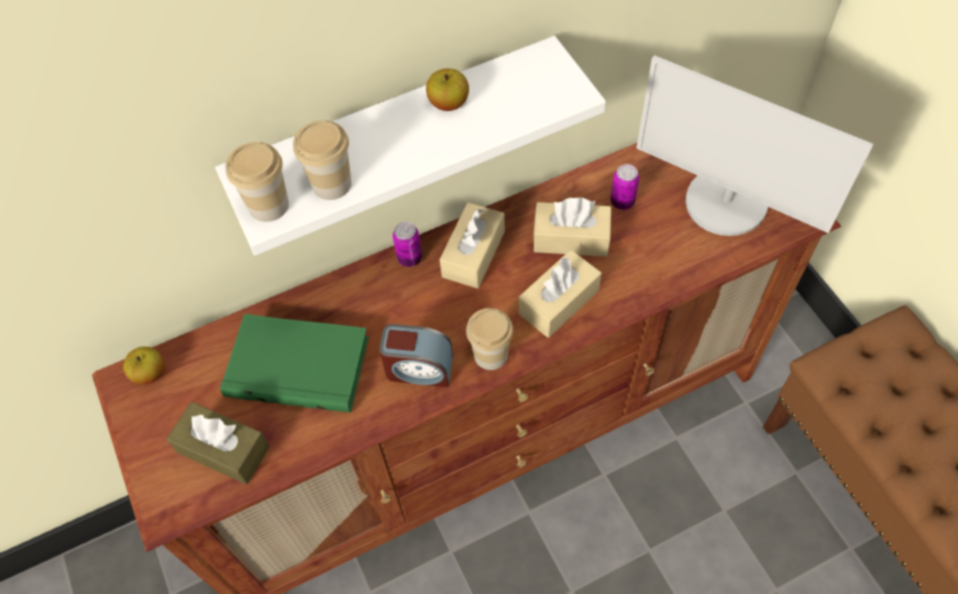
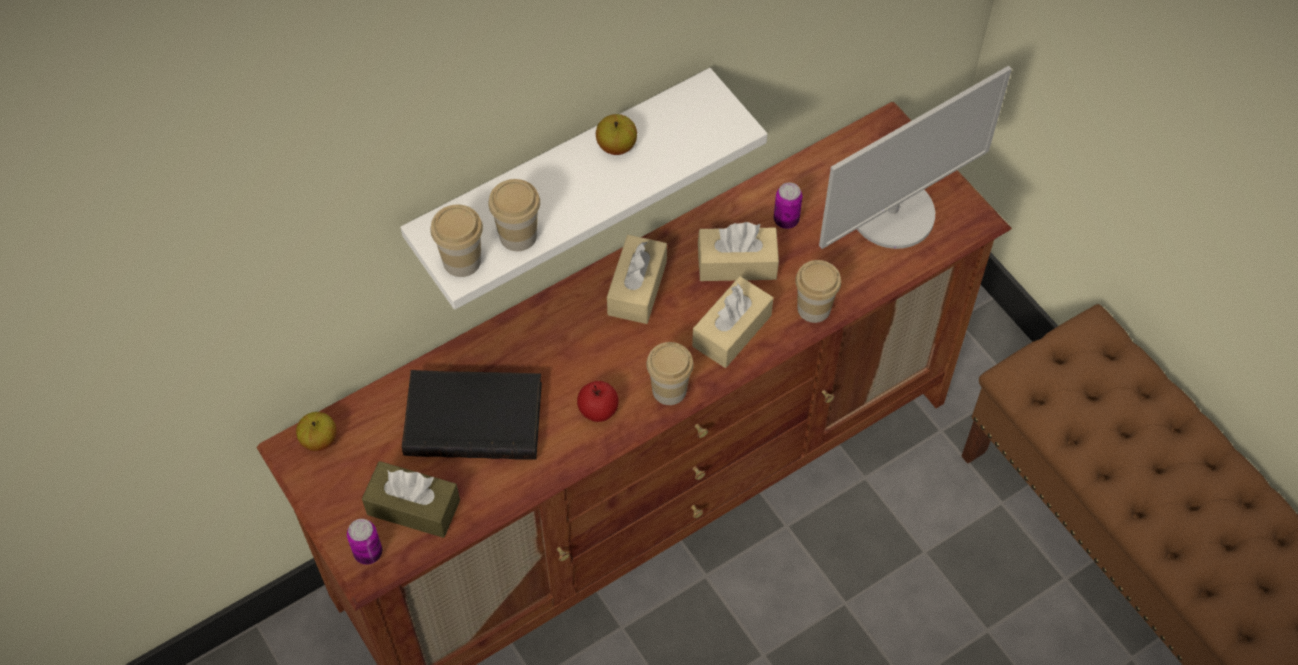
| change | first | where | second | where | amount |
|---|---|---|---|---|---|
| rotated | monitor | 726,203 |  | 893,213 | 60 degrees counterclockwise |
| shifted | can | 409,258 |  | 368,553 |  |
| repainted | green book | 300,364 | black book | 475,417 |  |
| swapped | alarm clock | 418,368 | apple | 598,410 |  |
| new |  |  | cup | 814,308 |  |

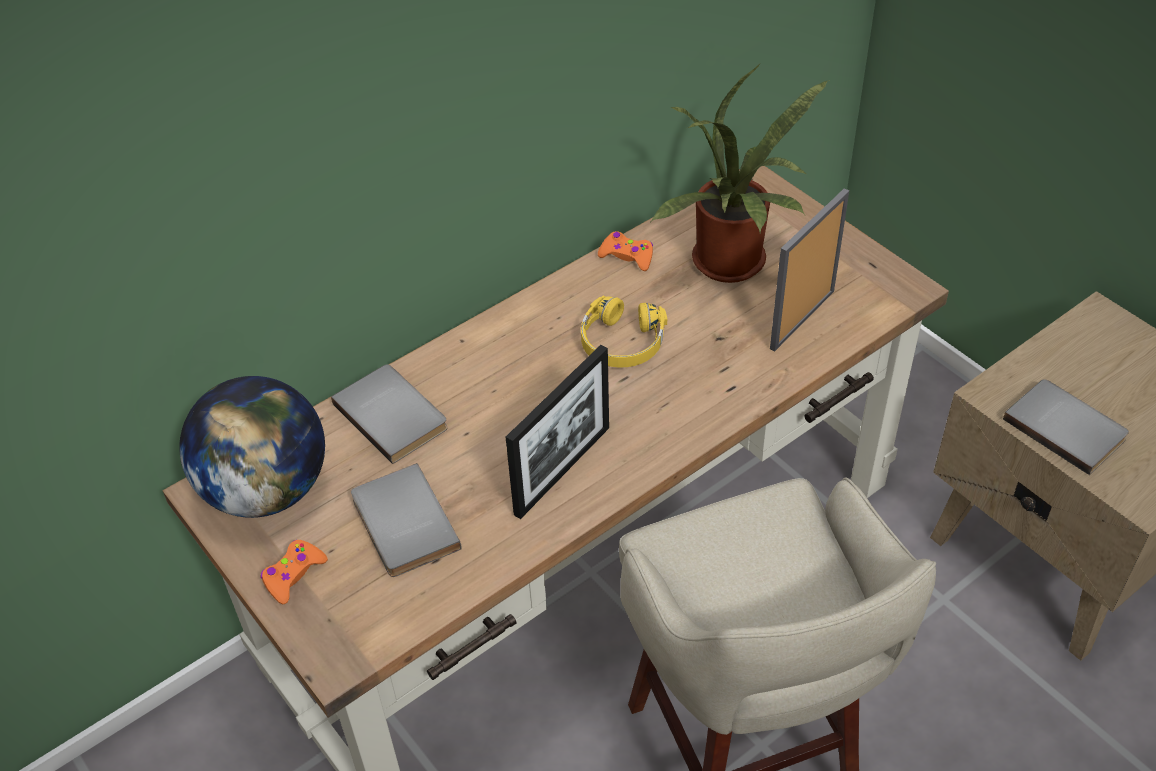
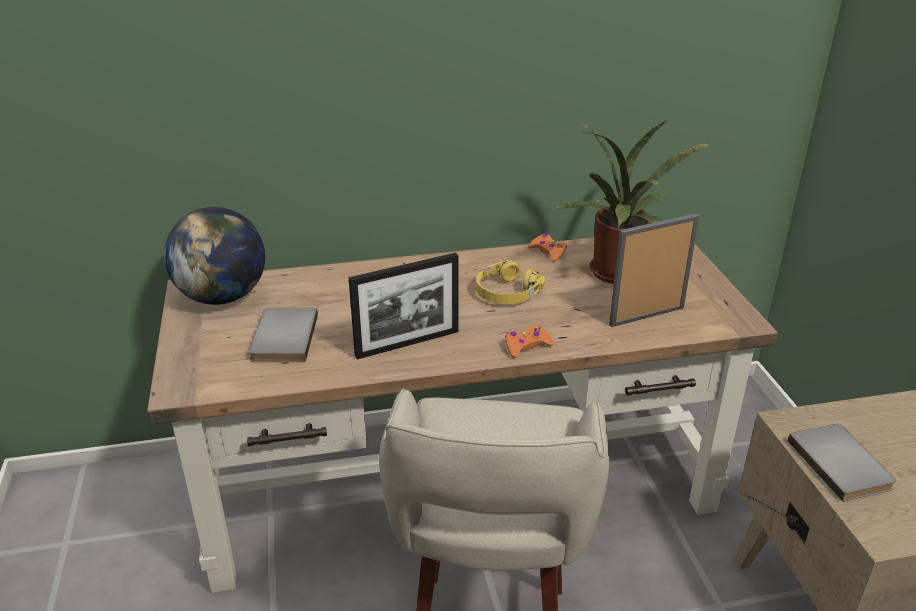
| change | first | where | second | where | amount |
|---|---|---|---|---|---|
| gone | grey book | 394,414 |  |  |  |
| shifted | orange game controller | 293,575 |  | 526,346 |  |

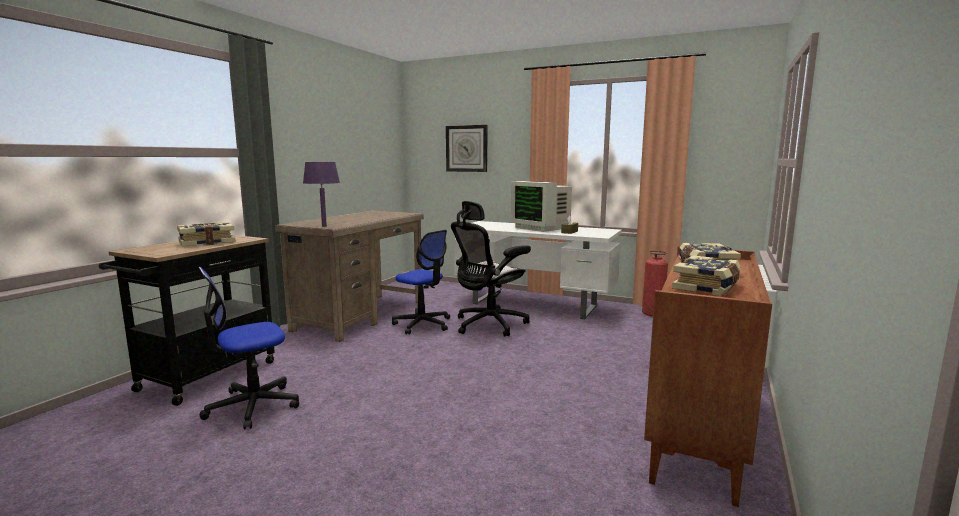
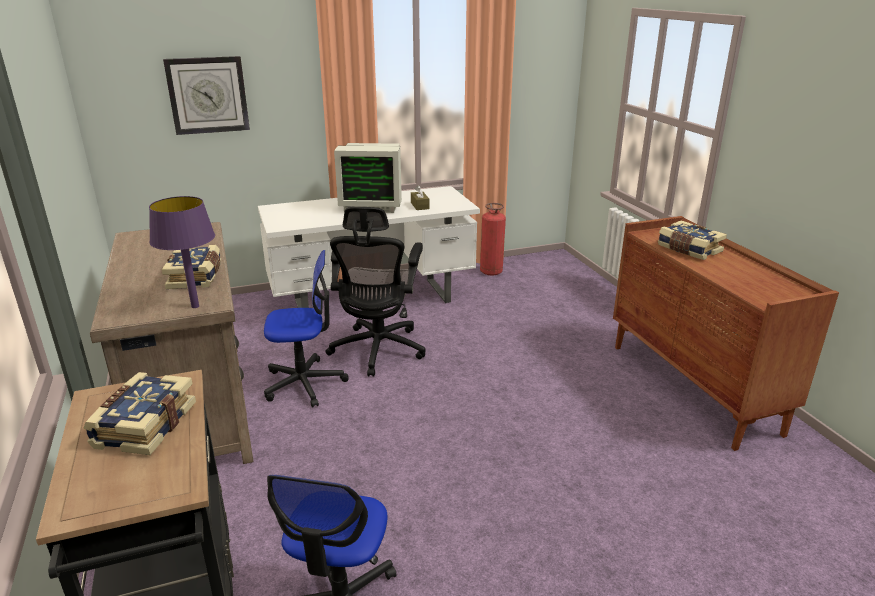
| change | first | where | second | where | amount |
|---|---|---|---|---|---|
| shifted | book | 707,287 |  | 196,277 |  |

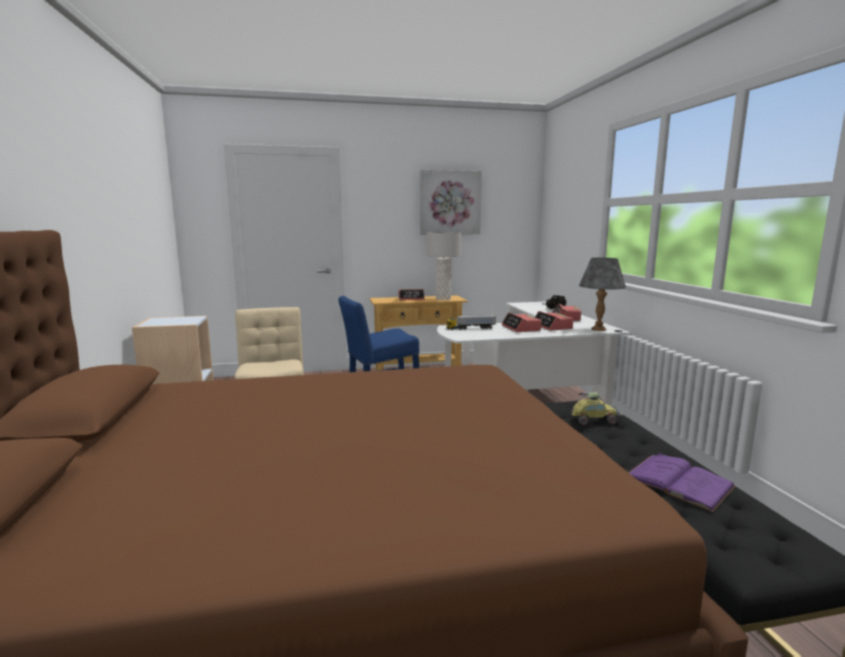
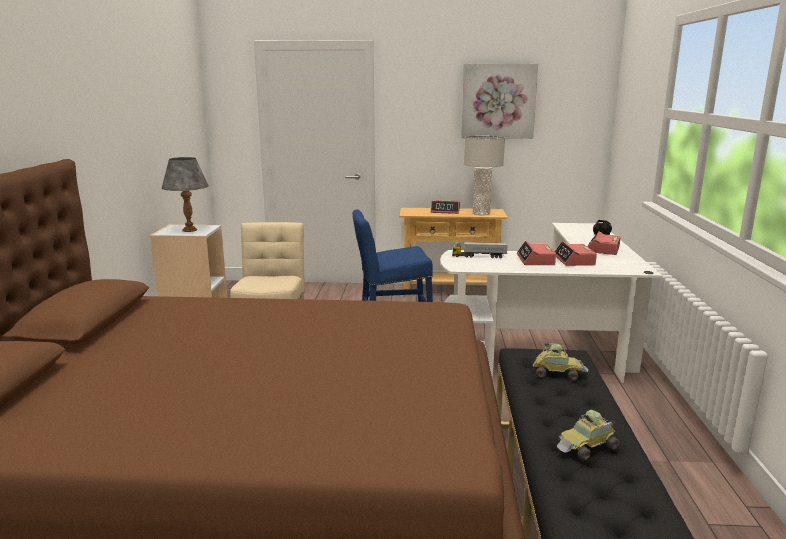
| change | first | where | second | where | amount |
|---|---|---|---|---|---|
| shifted | grey table lamp | 598,329 |  | 189,230 |  |
| swapped | purple book | 678,481 | toy car | 587,447 |  |

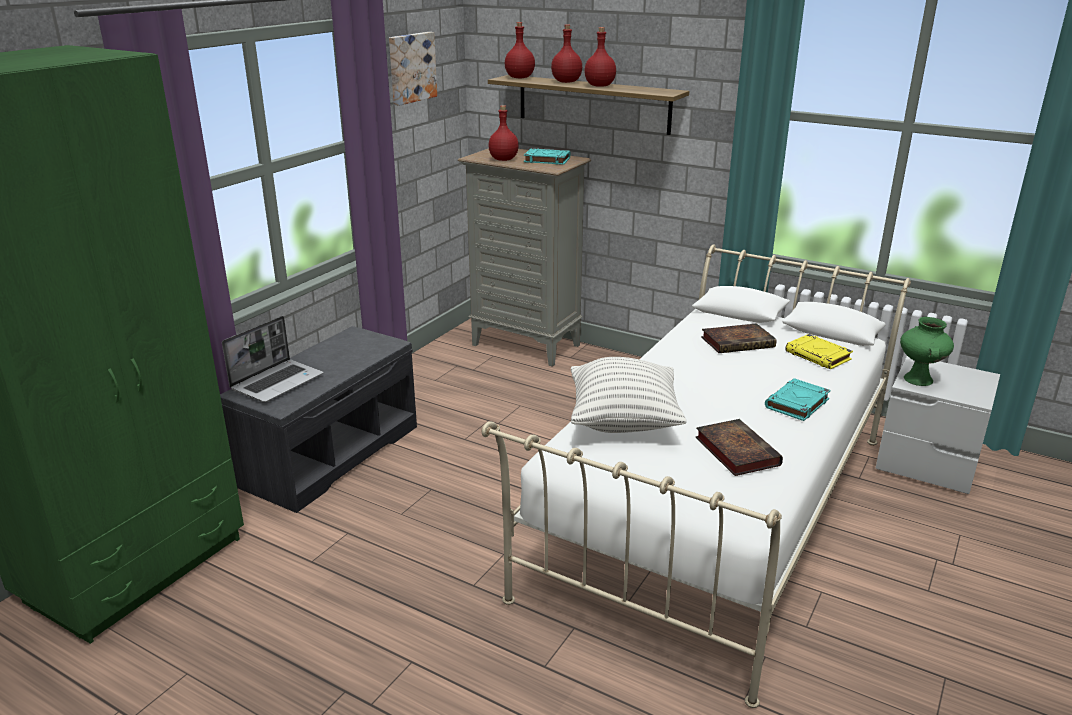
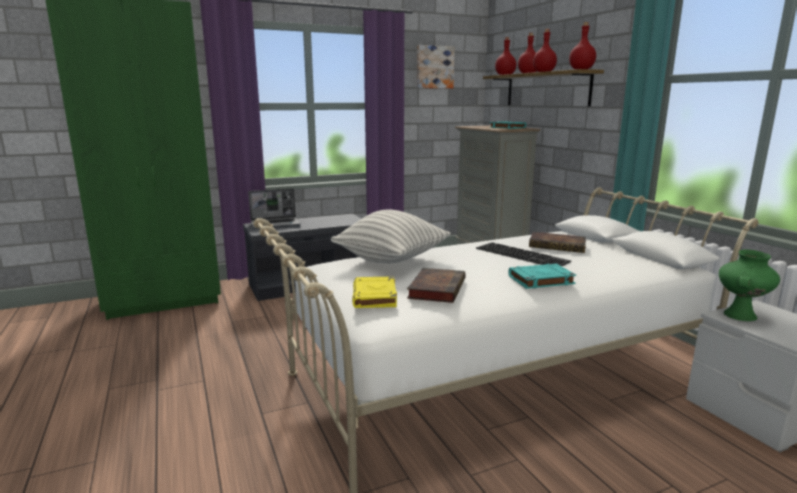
| change | first | where | second | where | amount |
|---|---|---|---|---|---|
| shifted | red bottle | 504,159 |  | 581,69 |  |
| shifted | yellow book | 818,356 |  | 375,297 |  |
| new |  |  | keyboard | 523,254 |  |

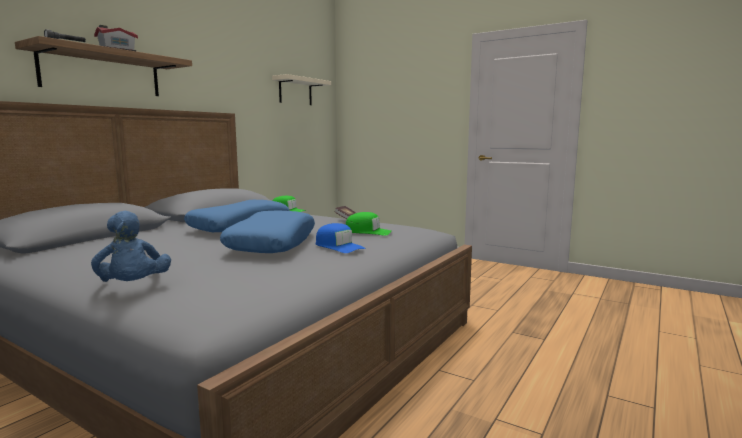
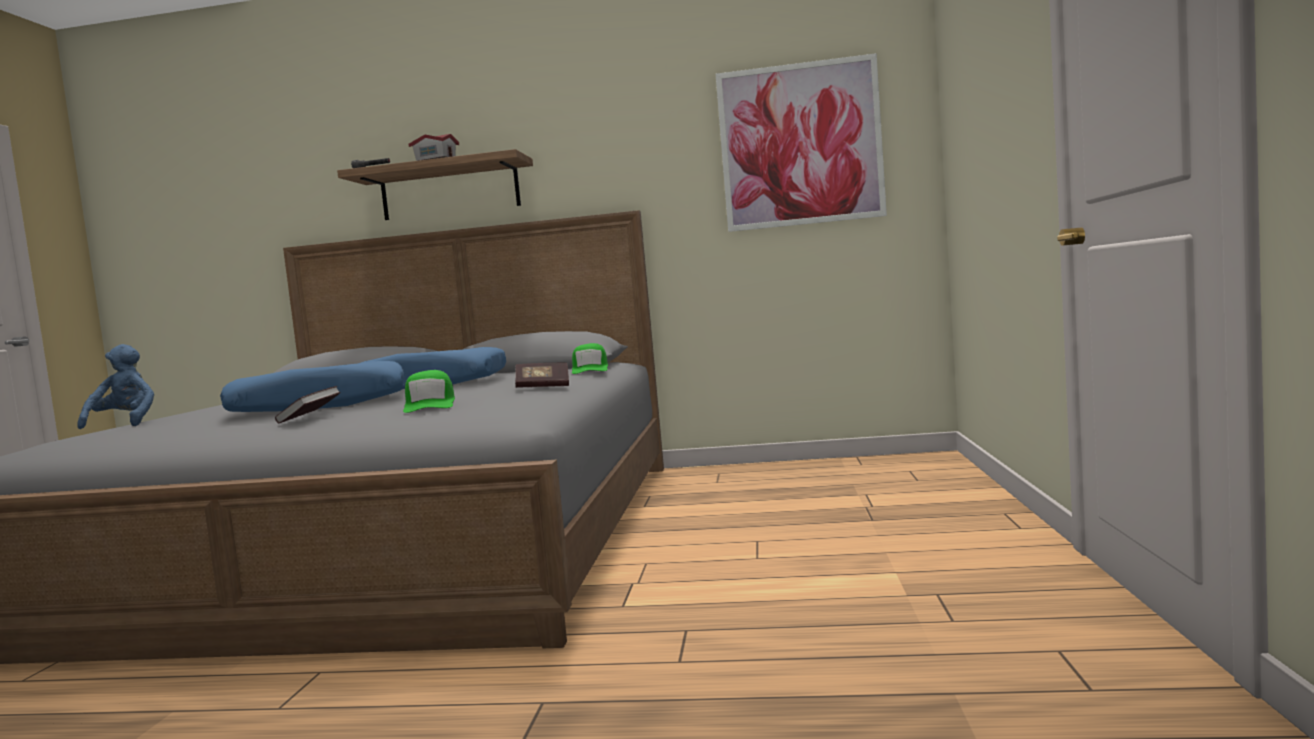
| change | first | where | second | where | amount |
|---|---|---|---|---|---|
| swapped | beige shelf | 295,91 | picture | 800,145 |  |
| rotated | blue plush toy | 133,287 |  | 125,424 | 135 degrees clockwise |
| swapped | blue cap | 338,247 | book | 310,418 |  |

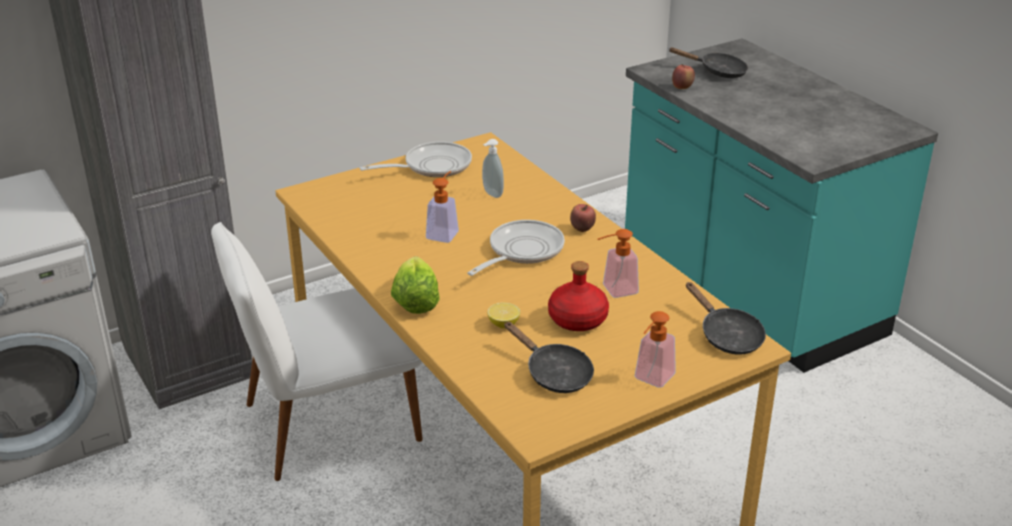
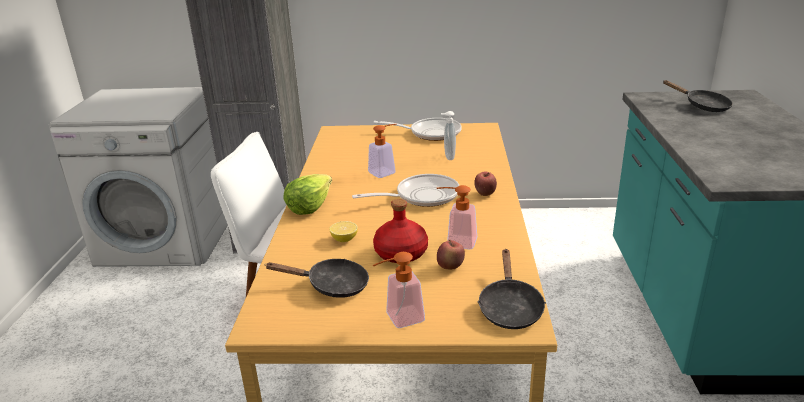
| change | first | where | second | where | amount |
|---|---|---|---|---|---|
| shifted | apple | 682,88 |  | 450,267 |  |
| rotated | black frying pan | 554,373 |  | 332,286 | 75 degrees counterclockwise |

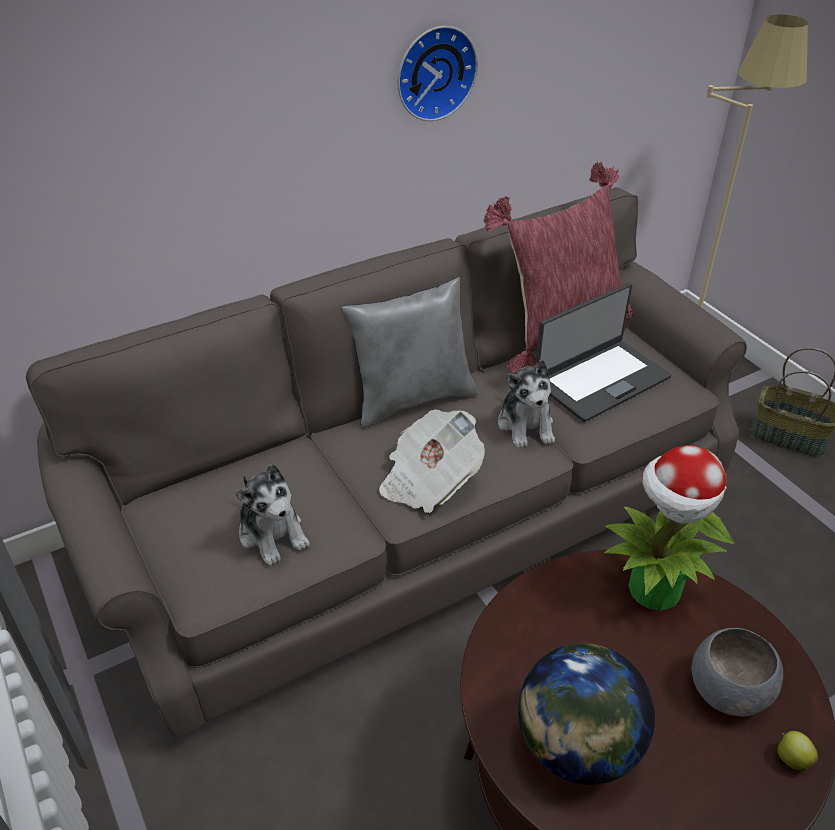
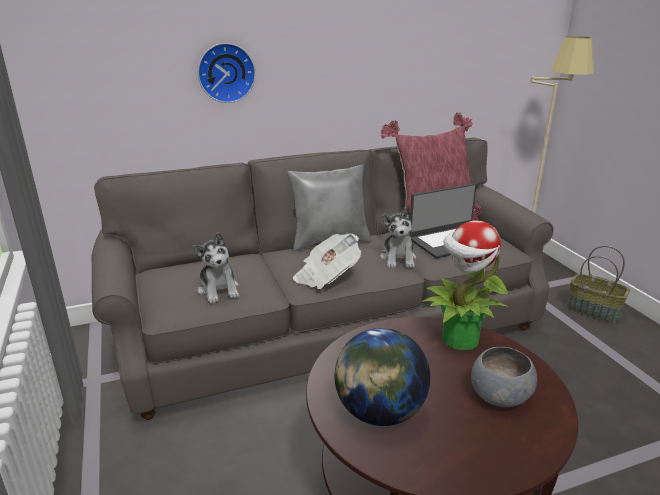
| change | first | where | second | where | amount |
|---|---|---|---|---|---|
| shifted | wall clock | 434,72 |  | 226,72 |  |
| gone | apple | 791,758 |  |  |  |

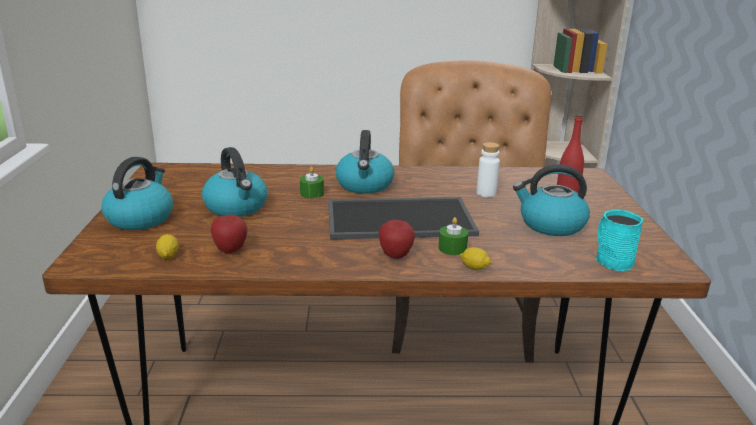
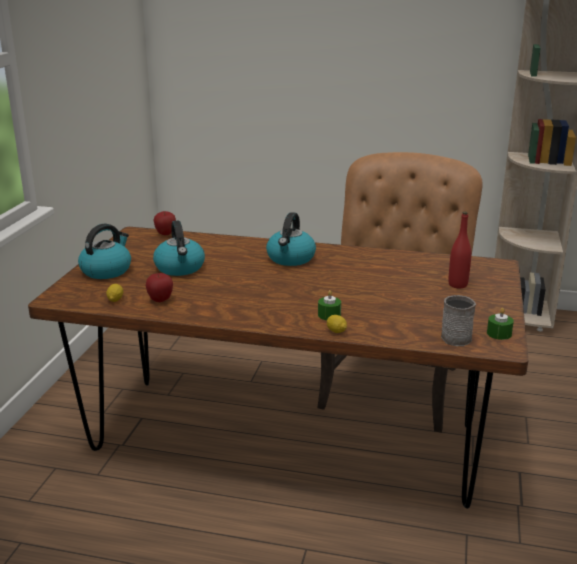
| change | first | where | second | where | amount |
|---|---|---|---|---|---|
| gone | white bottle | 486,193 |  |  |  |
| gone | kettle | 551,224 |  |  |  |
| shifted | green candle | 312,193 |  | 499,333 |  |
| gone | tray | 401,218 |  |  |  |
| repainted | turquoise mug | 611,259 | grey mug | 454,336 |  |
| shifted | apple | 395,256 |  | 165,234 |  |

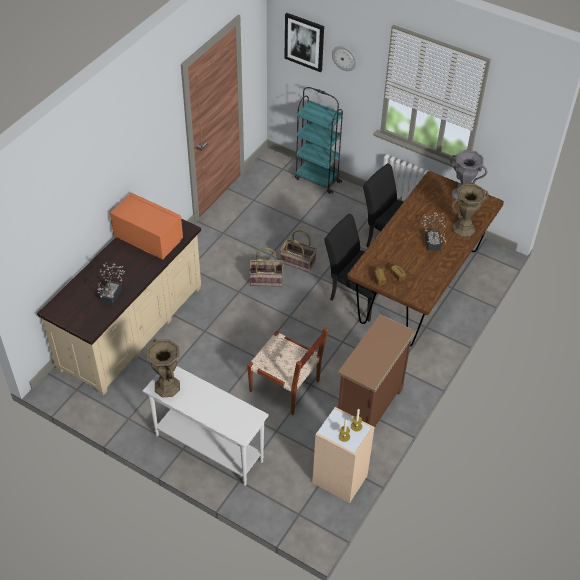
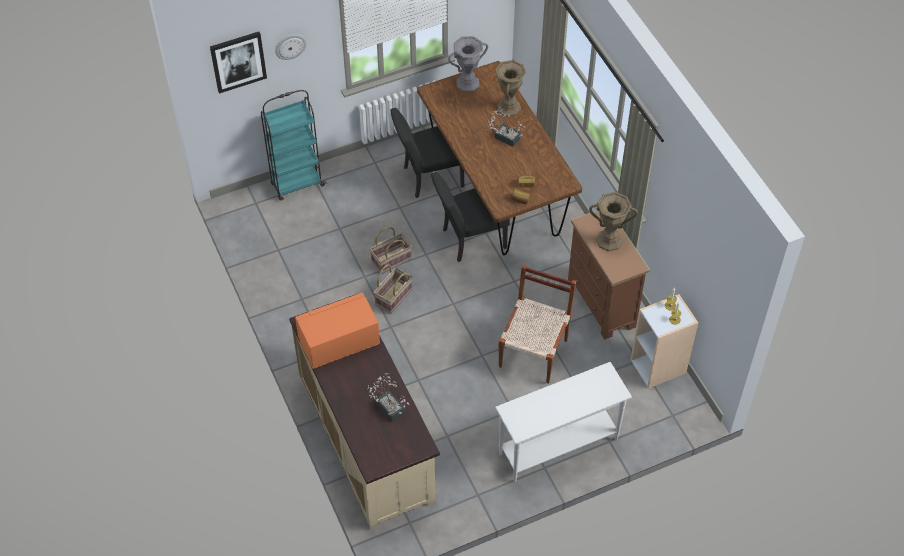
| change | first | where | second | where | amount |
|---|---|---|---|---|---|
| rotated | chair | 286,387 |  | 534,352 | 45 degrees counterclockwise |
| shifted | brown vase | 167,386 |  | 609,240 |  |

